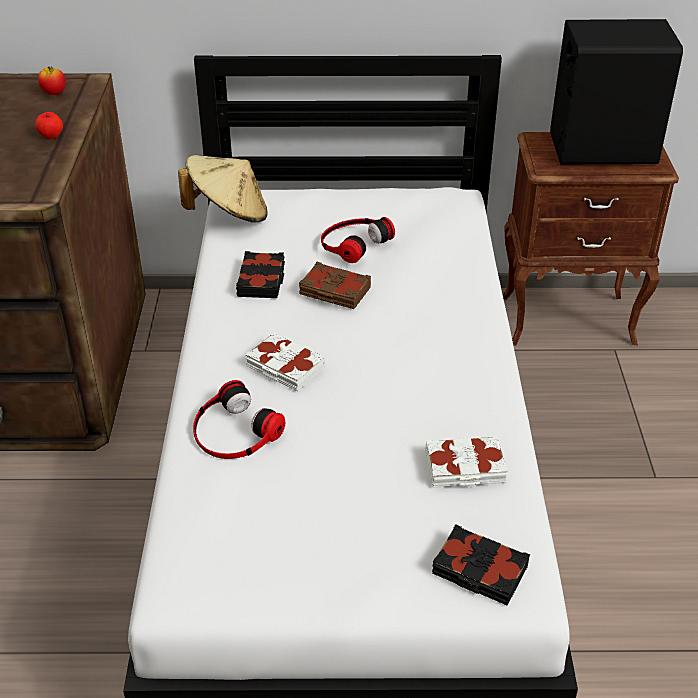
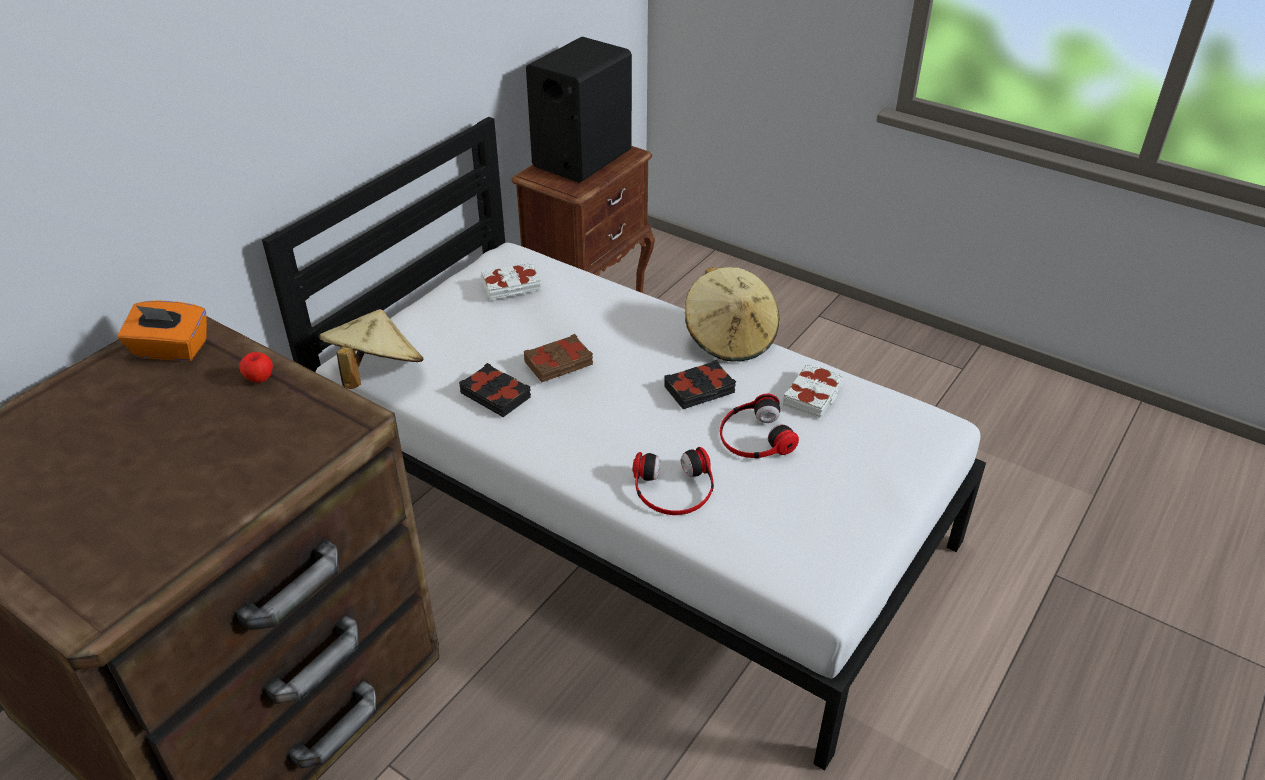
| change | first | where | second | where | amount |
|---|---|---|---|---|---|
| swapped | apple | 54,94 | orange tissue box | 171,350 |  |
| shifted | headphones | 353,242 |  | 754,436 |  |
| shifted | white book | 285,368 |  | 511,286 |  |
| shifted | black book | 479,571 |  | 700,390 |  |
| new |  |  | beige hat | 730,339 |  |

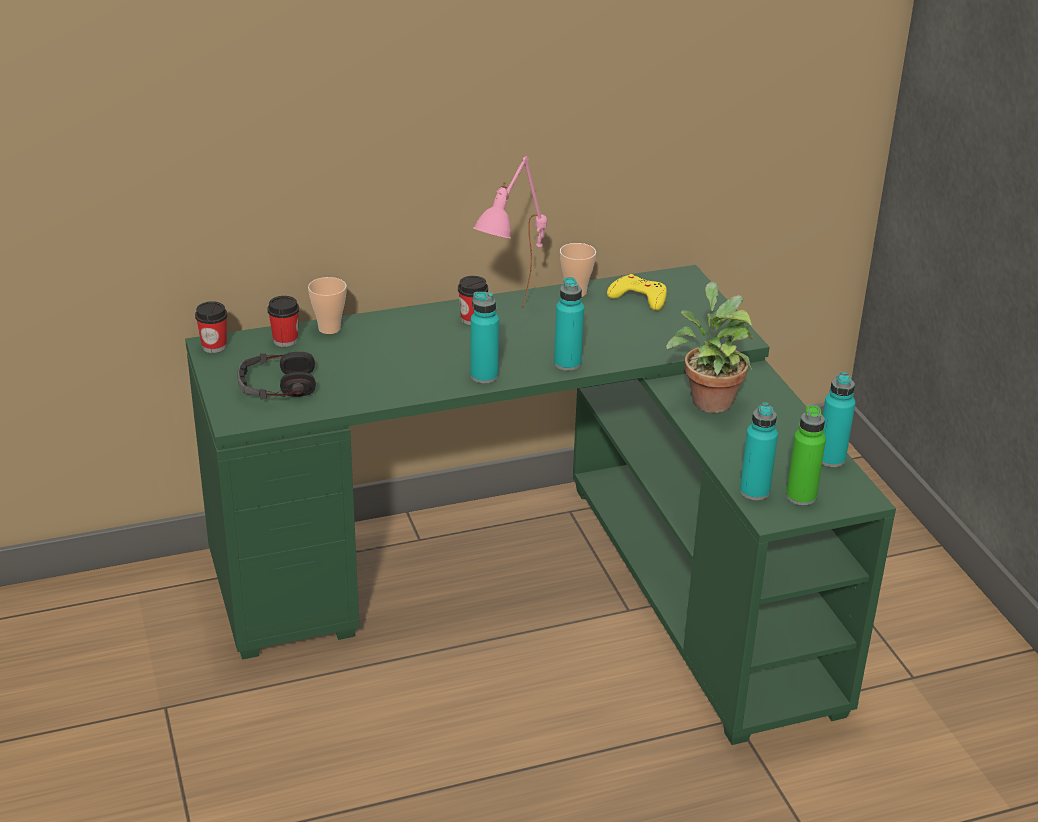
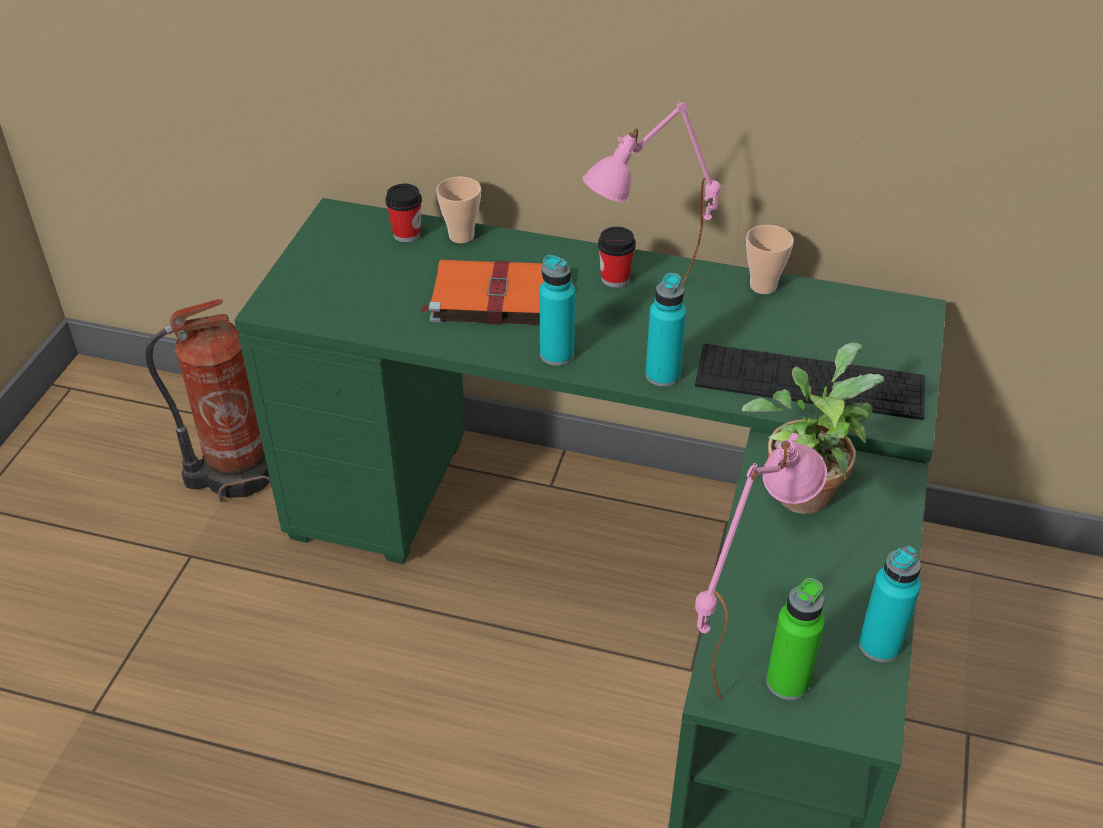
| change | first | where | second | where | amount |
|---|---|---|---|---|---|
| gone | yellow game controller | 639,297 |  |  |  |
| gone | cup | 214,346 |  |  |  |
| gone | headphones | 277,386 |  |  |  |
| swapped | turquoise bottle | 754,491 | pink table lamp | 735,645 |  |
| new |  |  | orange book | 496,297 |  |
| new |  |  | fire extinguisher | 235,473 |  |
| new |  |  | keyboard | 810,382 |  |

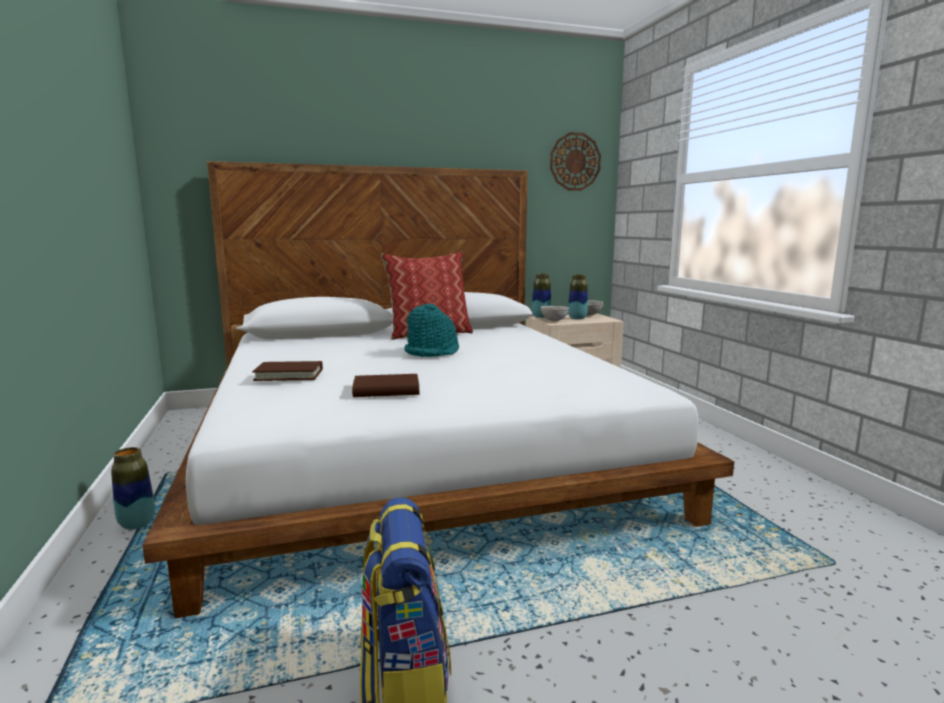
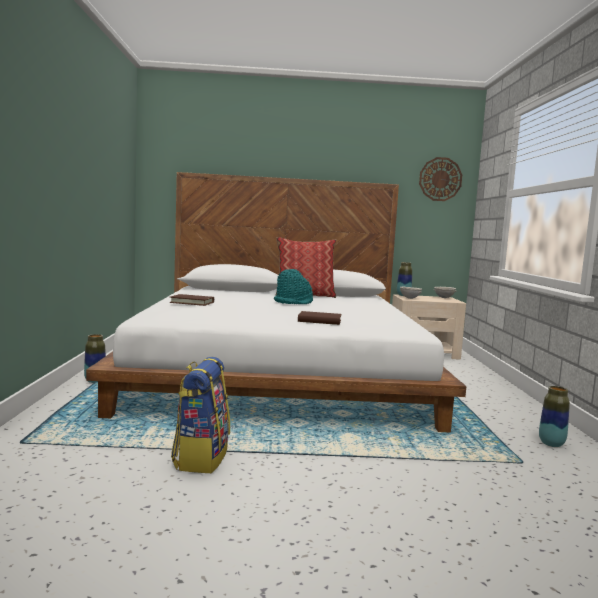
| change | first | where | second | where | amount |
|---|---|---|---|---|---|
| shifted | vase | 577,318 |  | 551,444 |  |
| shifted | brown book | 386,390 |  | 319,321 |  |

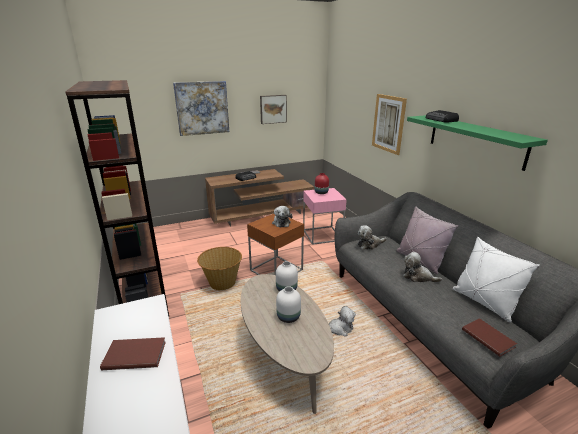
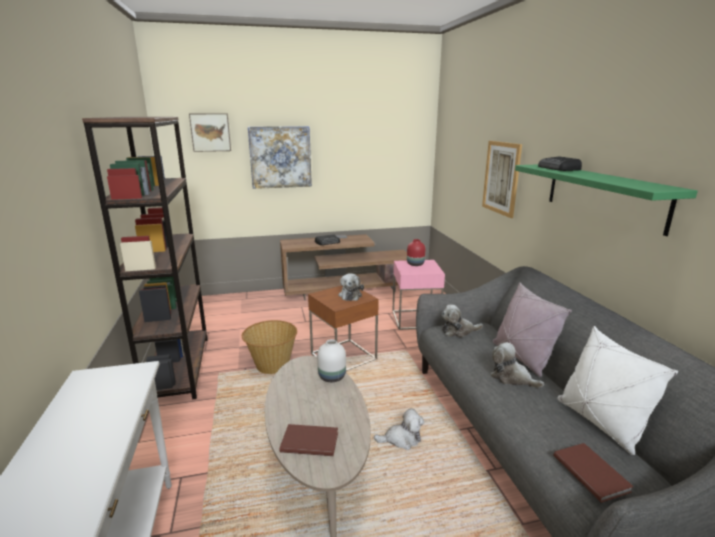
| change | first | where | second | where | amount |
|---|---|---|---|---|---|
| shifted | picture | 273,109 |  | 210,132 |  |
| gone | white vase | 288,317 |  |  |  |
| shifted | brown book | 134,354 |  | 309,441 |  |

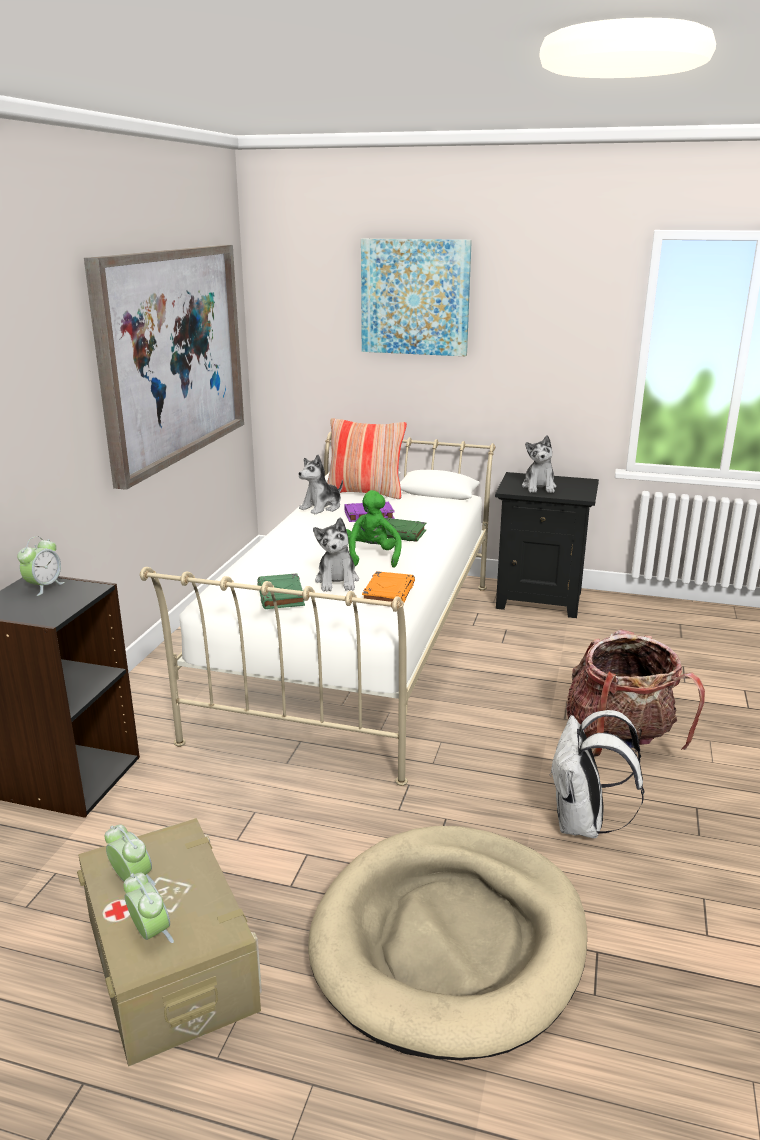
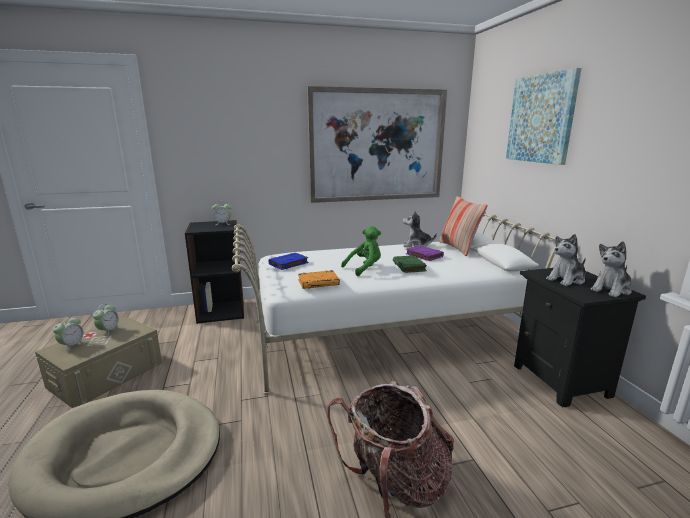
| change | first | where | second | where | amount |
|---|---|---|---|---|---|
| shifted | plush toy | 337,581 |  | 611,290 |  |
| repainted | green book | 281,596 | blue book | 288,264 |  |
| gone | white backpack | 583,824 |  |  |  |

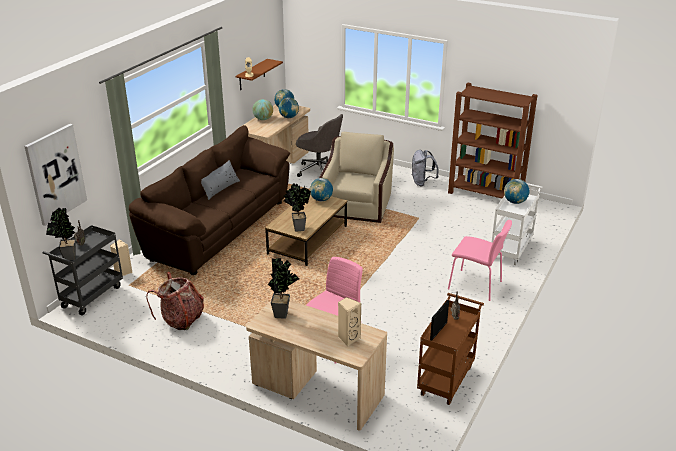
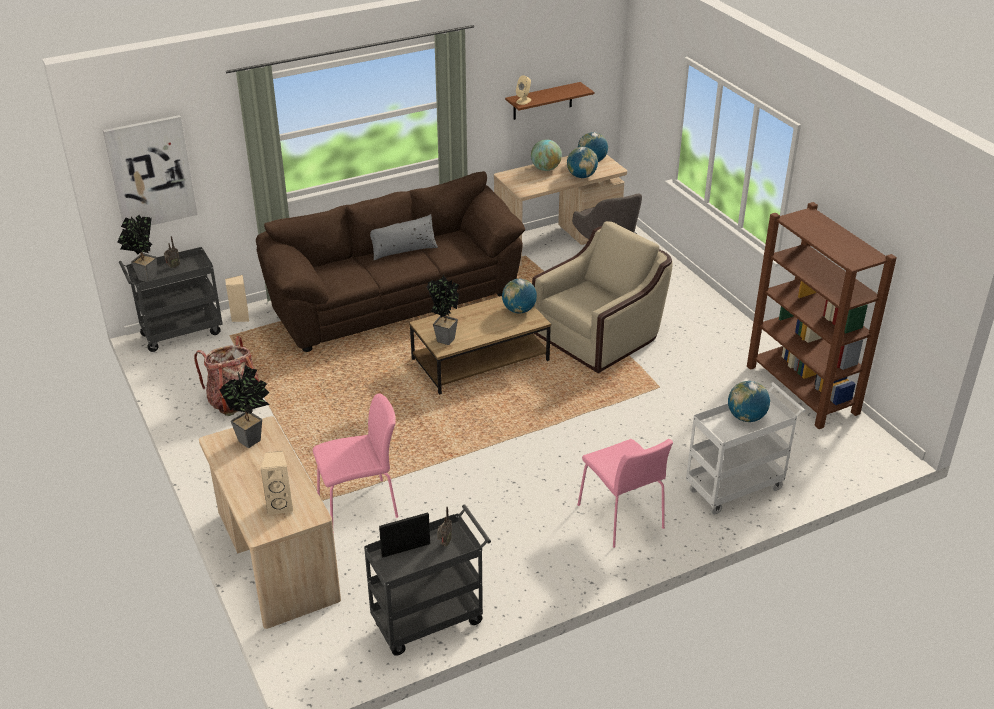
| change | first | where | second | where | amount |
|---|---|---|---|---|---|
| gone | grey backpack | 422,182 |  |  |  |
| repainted | brown cart | 446,380 | grey cart | 431,623 |  |

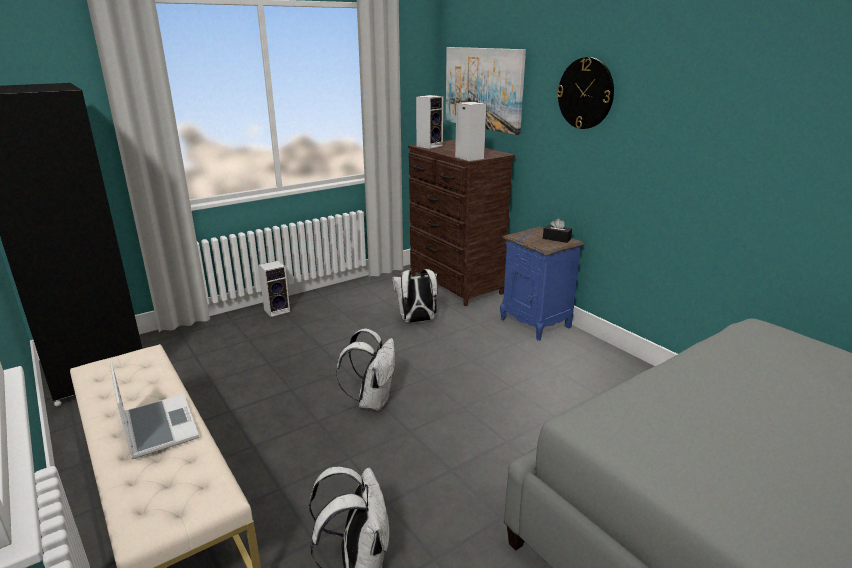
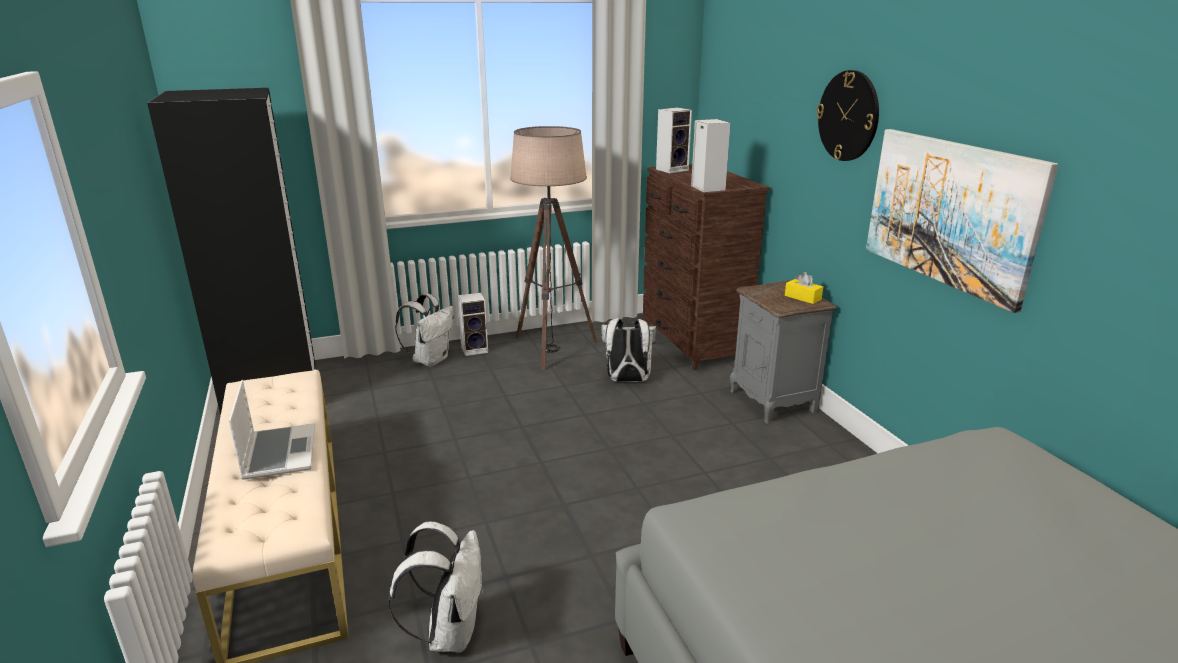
| change | first | where | second | where | amount |
|---|---|---|---|---|---|
| shifted | picture | 483,88 |  | 950,213 |  |
| repainted | black tissue box | 556,238 | yellow tissue box | 802,297 |  |
| repainted | blue nightstand | 534,324 | grey nightstand | 771,402 |  |
| shifted | white backpack | 372,401 |  | 430,360 |  |
| new |  |  | floor lamp | 552,348 |  |

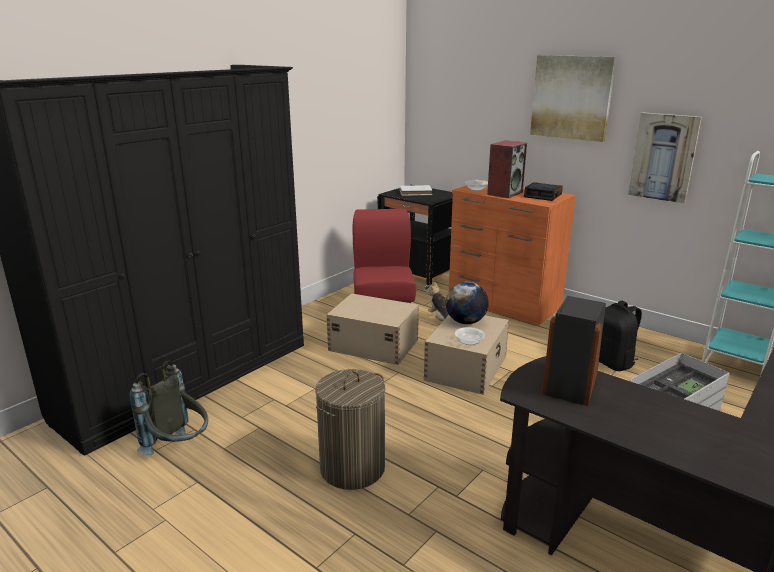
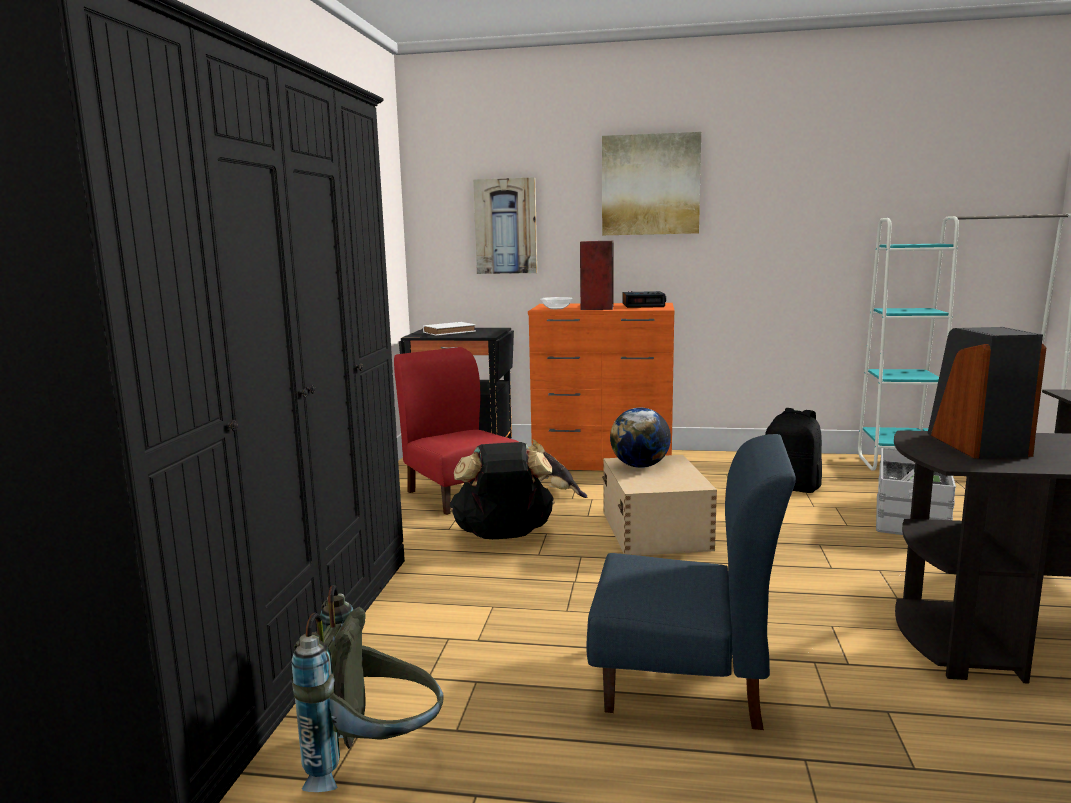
| change | first | where | second | where | amount |
|---|---|---|---|---|---|
| shifted | picture | 664,157 |  | 506,226 |  |
| swapped | beige storage box | 373,344 | black backpack | 503,536 |  |
| gone | bowl | 469,342 |  |  |  |
| swapped | laundry basket | 352,468 | blue chair | 684,682 |  |

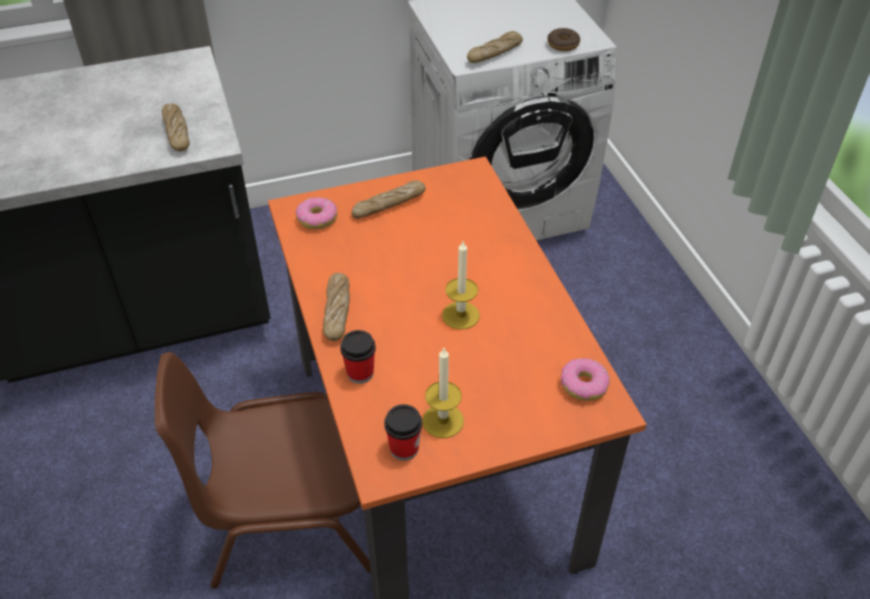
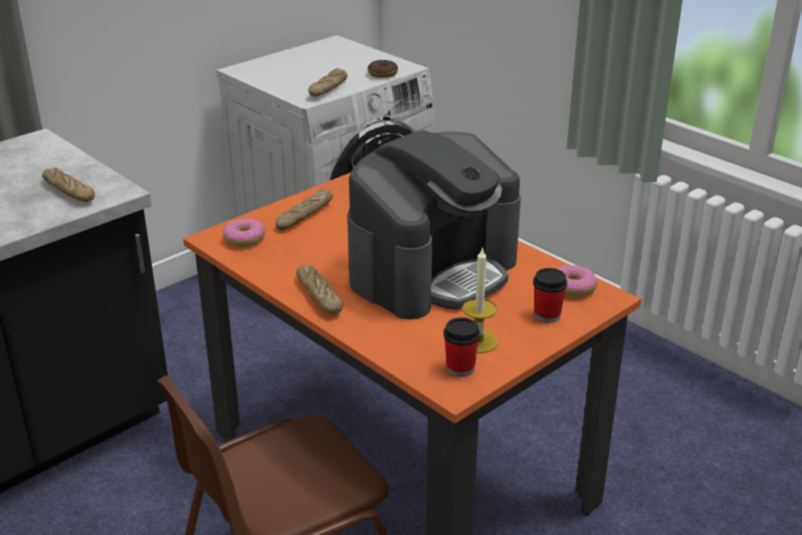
| change | first | where | second | where | amount |
|---|---|---|---|---|---|
| swapped | candle | 460,315 | coffee machine | 433,271 |  |
| shifted | cup | 360,373 |  | 547,315 |  |

